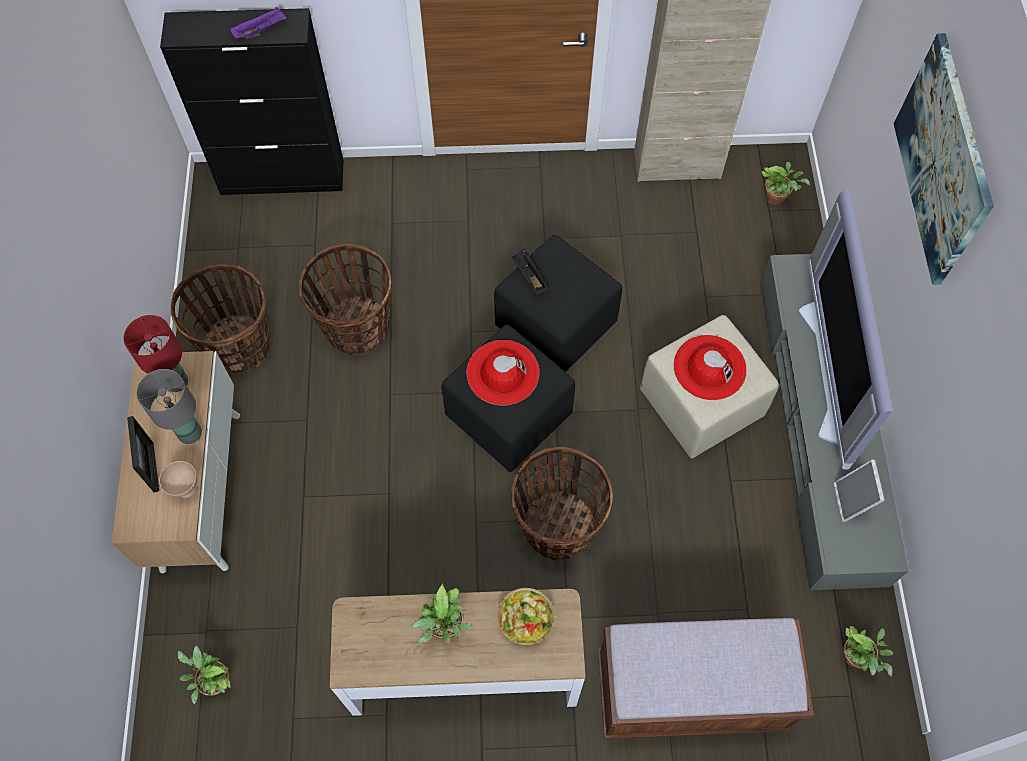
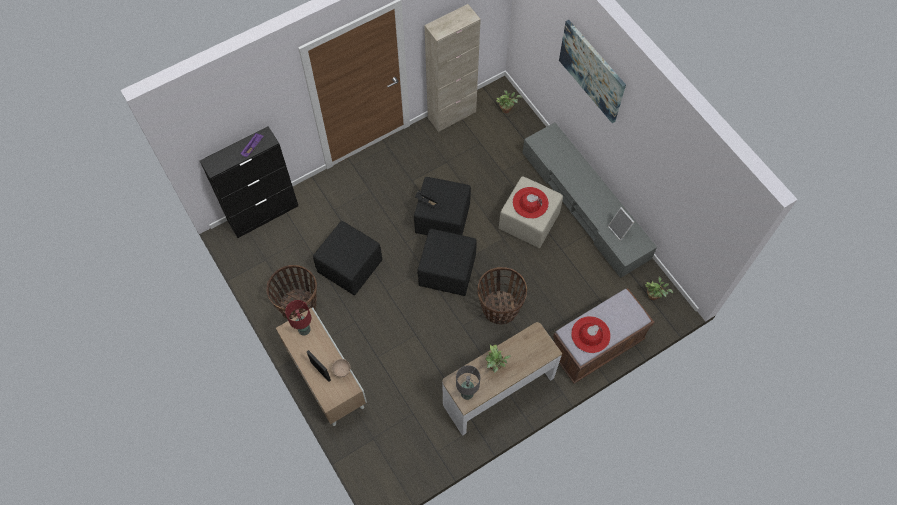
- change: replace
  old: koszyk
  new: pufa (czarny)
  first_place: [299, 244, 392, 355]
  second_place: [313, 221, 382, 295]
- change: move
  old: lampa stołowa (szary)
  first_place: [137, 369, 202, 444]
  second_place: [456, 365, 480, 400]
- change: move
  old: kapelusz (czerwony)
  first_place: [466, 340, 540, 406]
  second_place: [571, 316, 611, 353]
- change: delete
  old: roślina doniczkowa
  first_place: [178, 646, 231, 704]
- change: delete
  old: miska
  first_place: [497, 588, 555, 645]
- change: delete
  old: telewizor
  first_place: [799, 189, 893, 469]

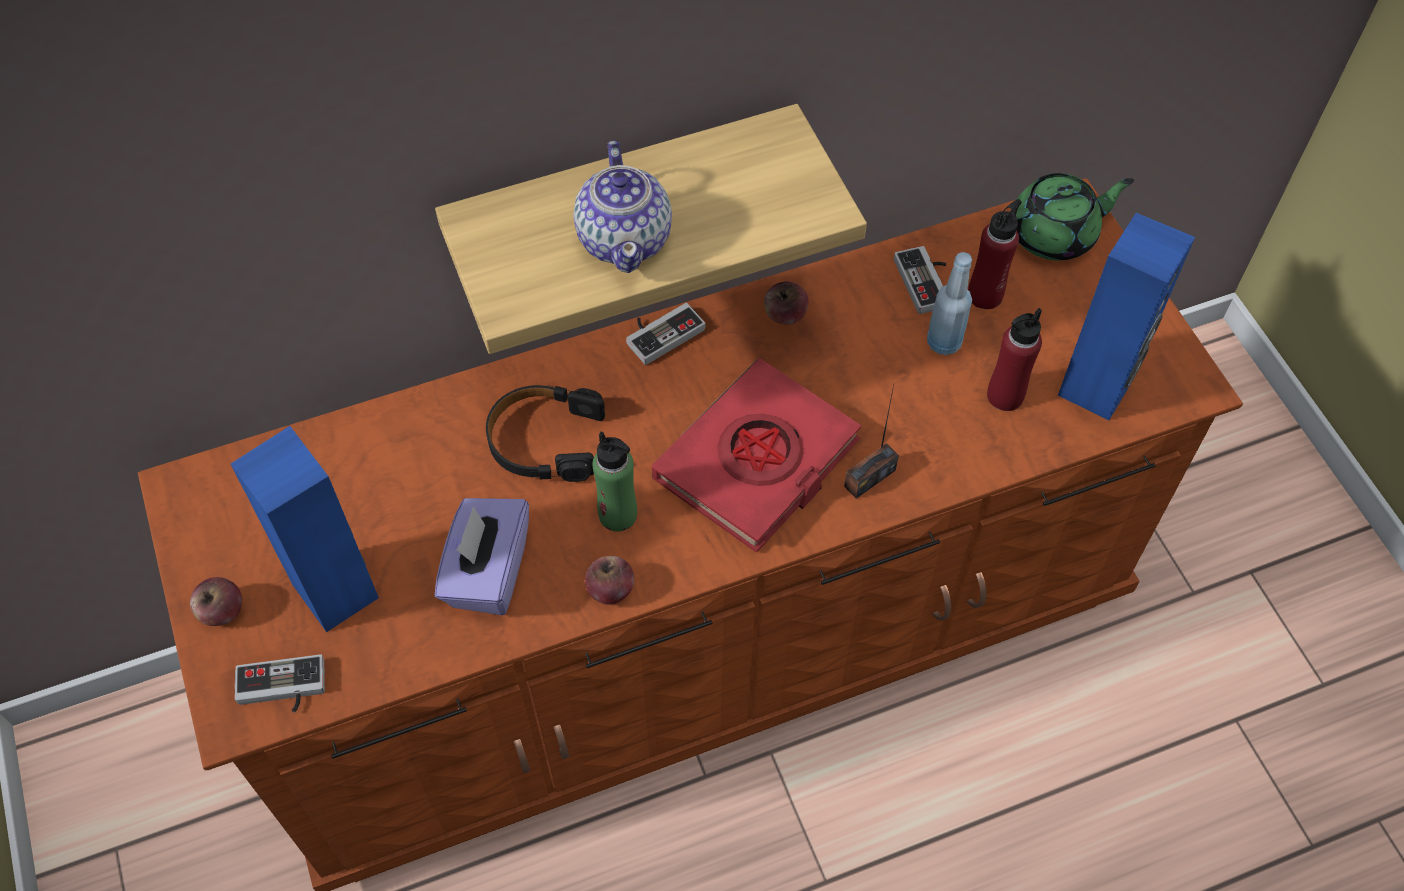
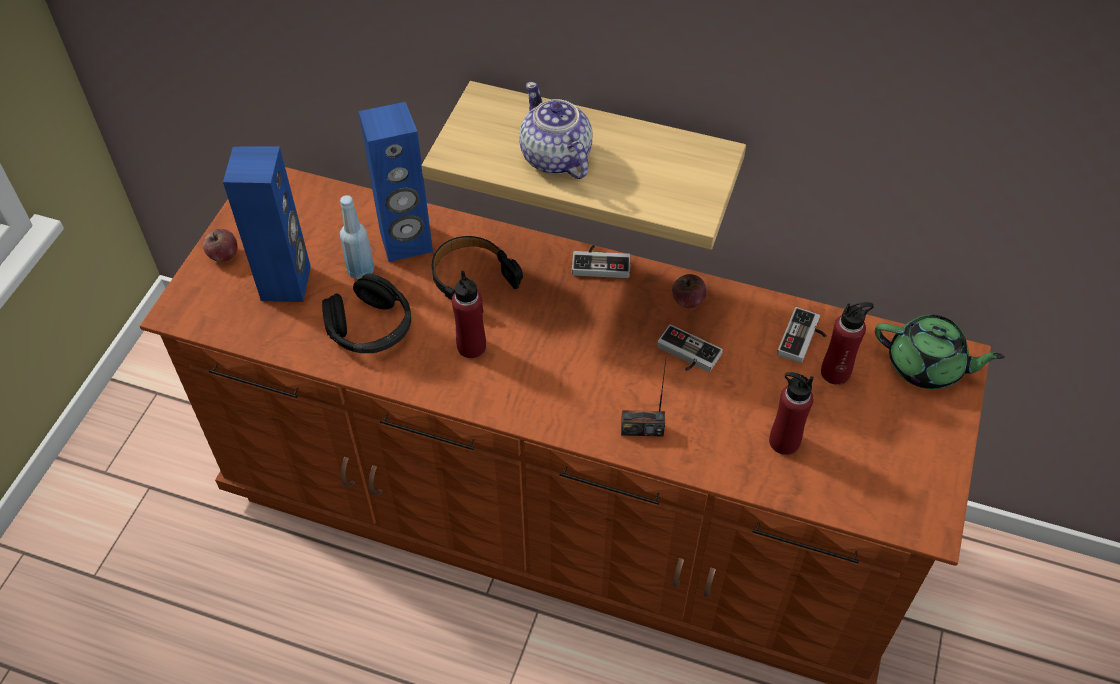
- change: replace
  old: pudełko chusteczek (fioletowy)
  new: słuchawki (czarny)
  first_place: [435, 498, 529, 615]
  second_place: [322, 274, 411, 353]
- change: move
  old: butelka (niebieski)
  first_place: [927, 252, 972, 355]
  second_place: [340, 195, 374, 280]
- change: move
  old: głośnik (niebieski)
  first_place: [1058, 213, 1195, 421]
  second_place: [358, 102, 433, 262]
- change: recolor
  old: butelka (zielony)
  new: butelka (czerwony)
  first_place: [592, 432, 637, 532]
  second_place: [452, 270, 486, 358]
- change: rotate
  old: imbryk
  first_place: [573, 141, 672, 273]
  second_place: [519, 82, 593, 179]
  degrees: 120
- change: move
  old: pad do gier
  first_place: [235, 654, 325, 713]
  second_place: [657, 324, 723, 372]
- change: delete
  old: jabłko
  first_place: [585, 556, 634, 605]
- change: delete
  old: książka (czerwony)
  first_place: [652, 358, 862, 553]

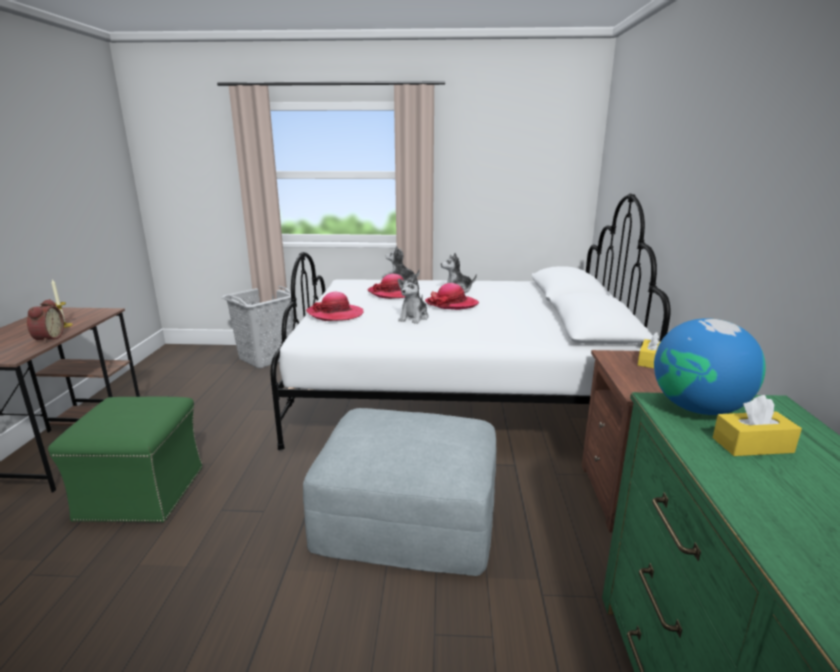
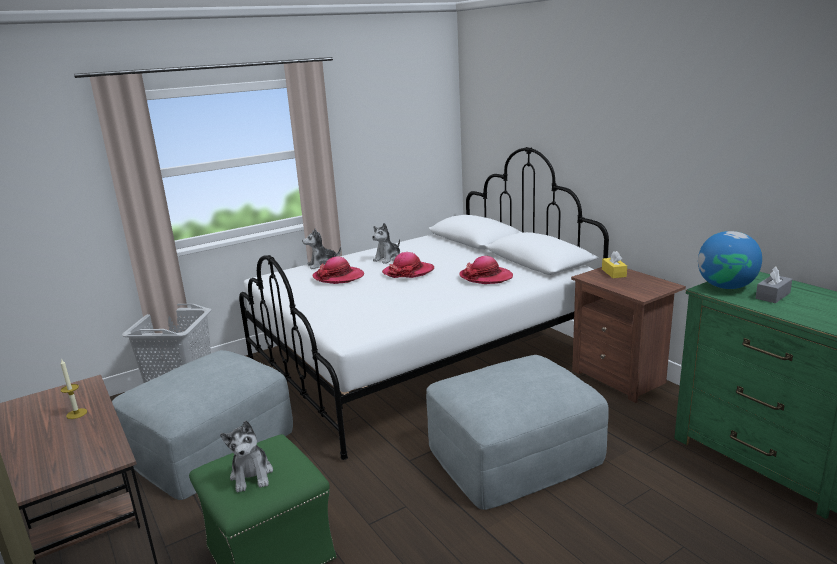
- change: insert
  new: pufa (szary)
  second_place: [112, 350, 293, 500]
- change: move
  old: pluszak
  first_place: [398, 274, 429, 324]
  second_place: [220, 421, 273, 493]
- change: move
  old: kapelusz
  first_place: [306, 292, 363, 321]
  second_place: [459, 256, 513, 284]
- change: recolor
  old: pudełko chusteczek (żółty)
  new: pudełko chusteczek (szary)
  first_place: [713, 395, 802, 456]
  second_place: [756, 266, 792, 303]
- change: delete
  old: budzik
  first_place: [27, 299, 64, 343]

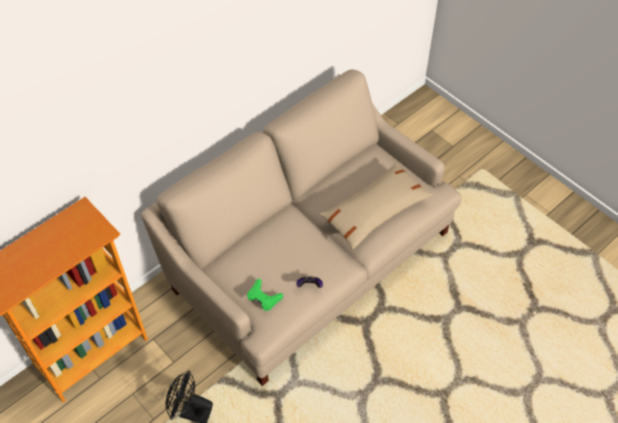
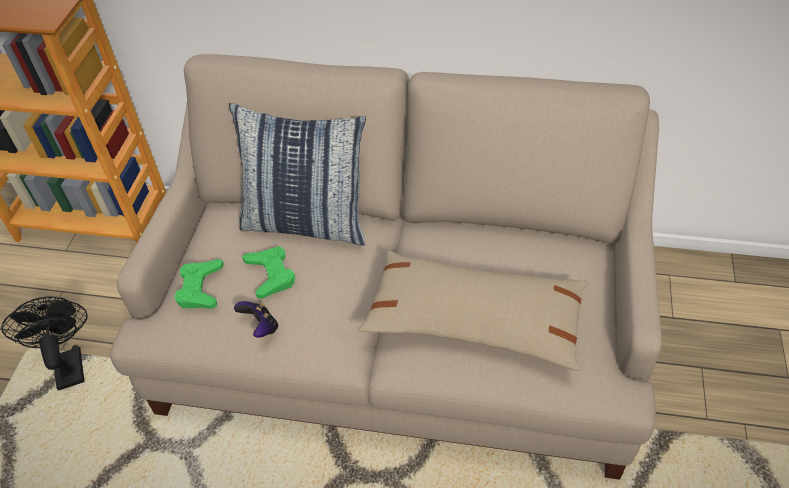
- change: insert
  new: poduszka
  second_place: [229, 103, 366, 246]
- change: insert
  new: pad do gier (zielony)
  second_place: [242, 246, 295, 299]

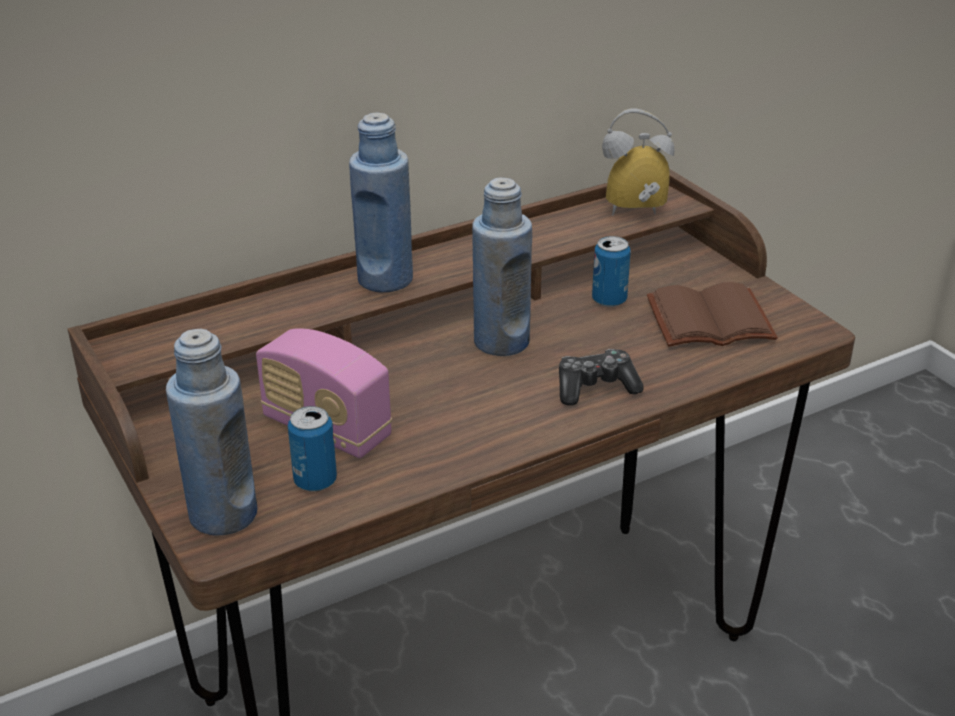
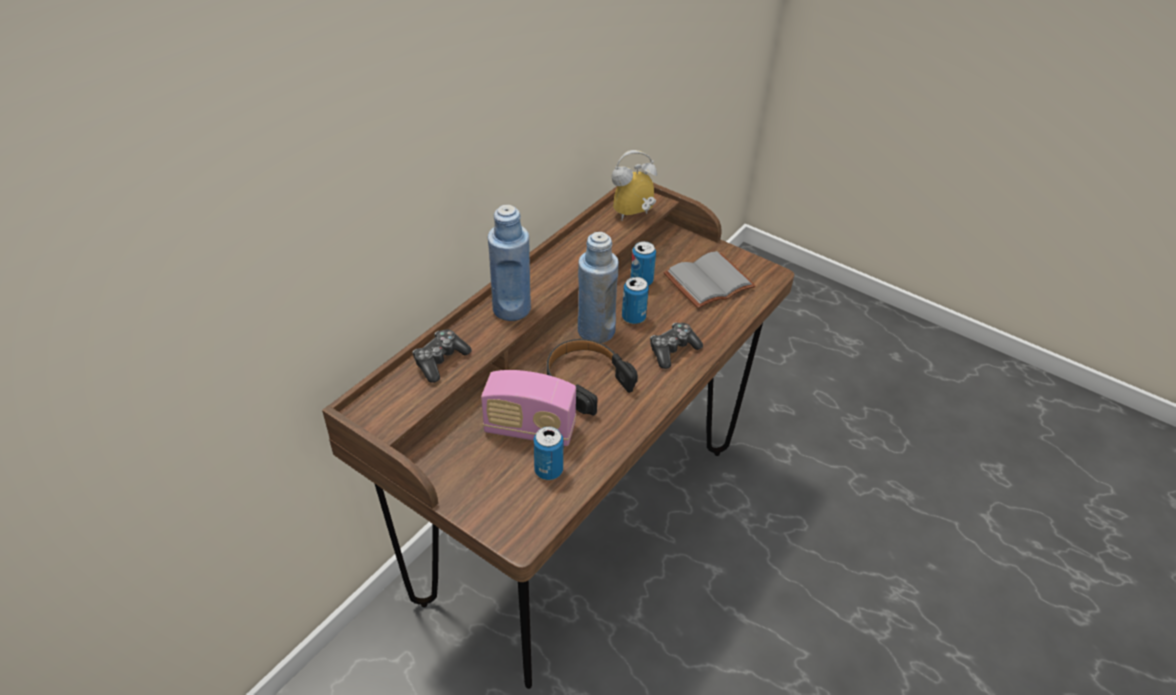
- change: insert
  new: pad do gier
  second_place: [412, 330, 472, 383]
- change: insert
  new: słuchawki (czarny)
  second_place: [547, 339, 638, 416]
- change: insert
  new: puszka
  second_place: [622, 277, 649, 324]
- change: recolor
  old: książka (brązowy)
  new: książka (szary)
  first_place: [647, 282, 778, 347]
  second_place: [664, 251, 756, 309]
- change: delete
  old: butelka (niebieski)
  first_place: [166, 329, 258, 536]

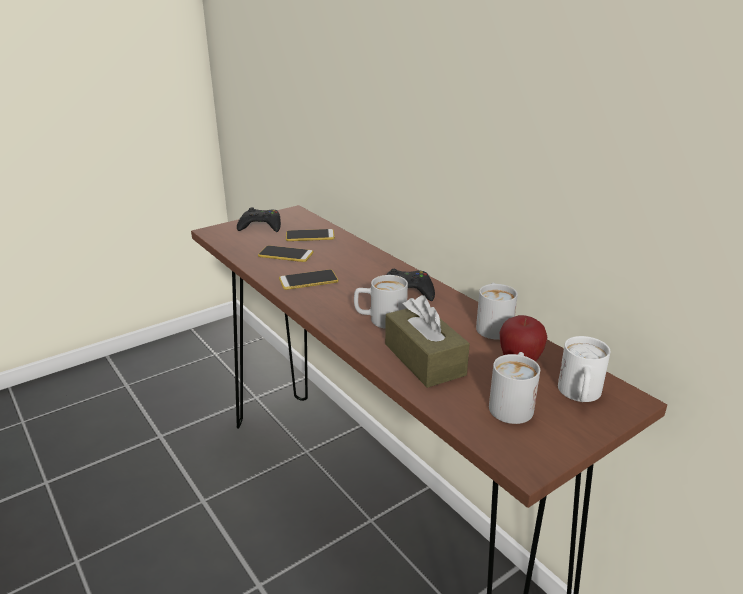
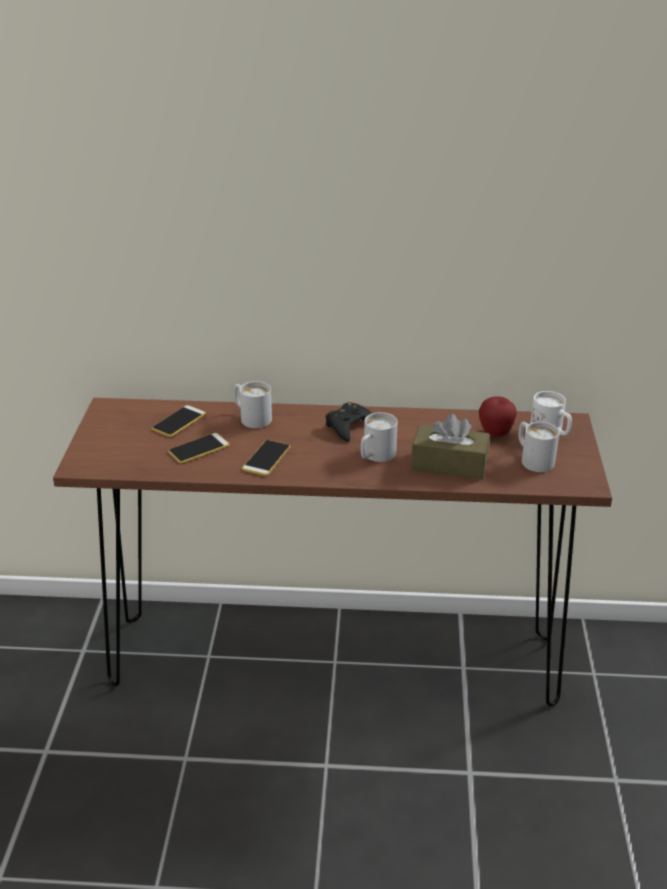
- change: move
  old: kubek (biały)
  first_place: [476, 283, 518, 339]
  second_place: [234, 381, 272, 428]
- change: delete
  old: pad do gier (czarny)
  first_place: [237, 208, 281, 232]

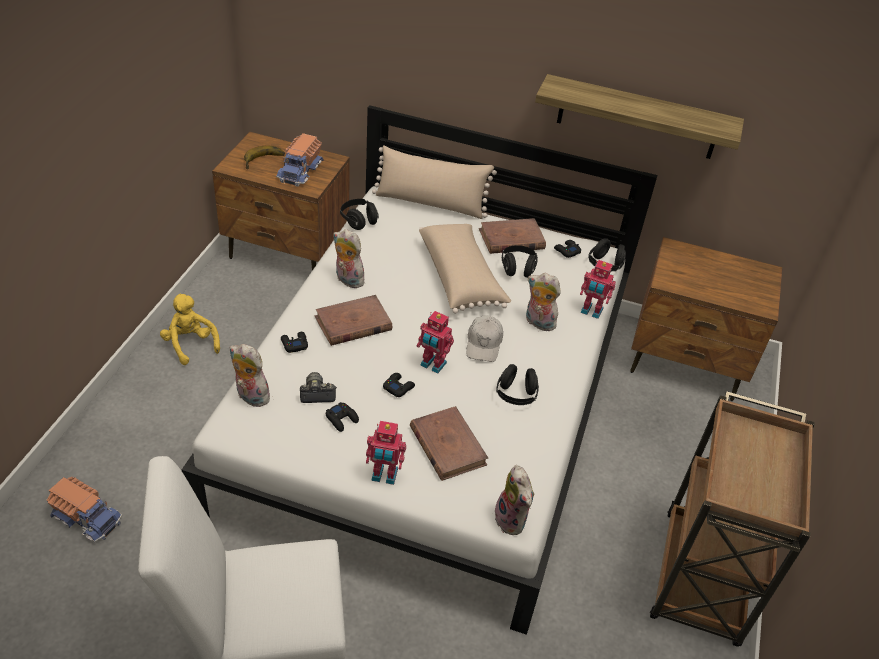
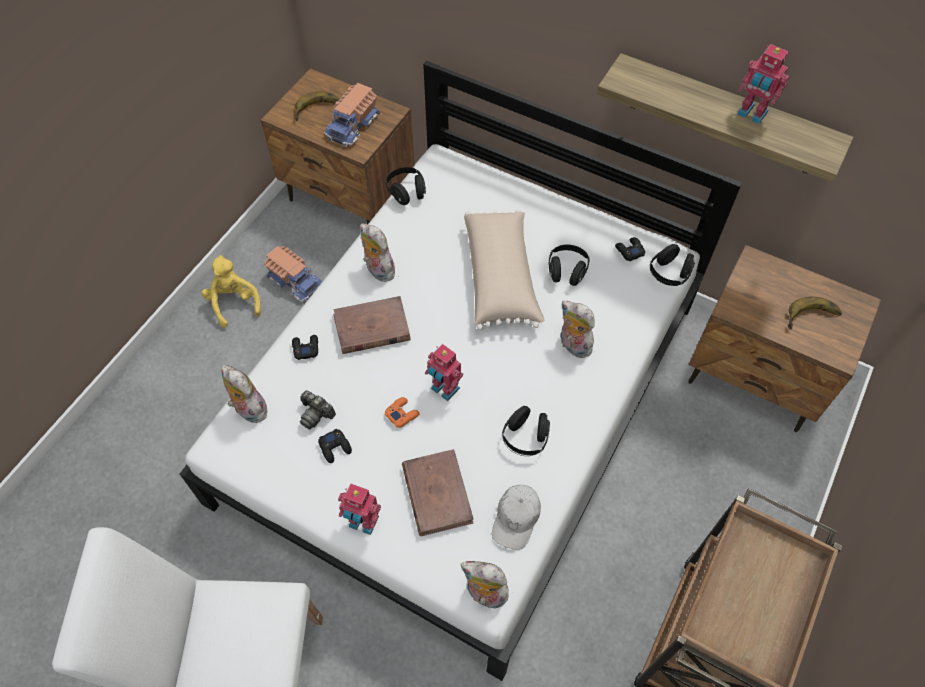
- change: move
  old: ciężarówka zabawkowa
  first_place: [47, 477, 122, 542]
  second_place: [264, 246, 323, 302]
- change: rotate
  old: aparat fotograficzny
  first_place: [300, 372, 337, 403]
  second_place: [300, 390, 336, 429]
  degrees: -150
- change: recolor
  old: pad do gier (czarny)
  new: pad do gier (pomarańczowy)
  first_place: [383, 373, 415, 397]
  second_place: [385, 397, 420, 428]
- change: rotate
  old: pluszak
  first_place: [495, 465, 534, 535]
  second_place: [461, 561, 511, 608]
  degrees: 120
- change: move
  old: czapka z daszkiem (biały)
  first_place: [466, 316, 503, 362]
  second_place: [492, 485, 541, 550]
- change: move
  old: robot zabawkowy
  first_place: [580, 260, 616, 319]
  second_place: [737, 44, 789, 124]
- change: insert
  new: banan
  second_place: [788, 297, 842, 330]
- change: delete
  old: poduszka (beżowy)
  first_place: [372, 145, 497, 219]
- change: delete
  old: książka (brązowy)
  first_place: [479, 218, 546, 254]

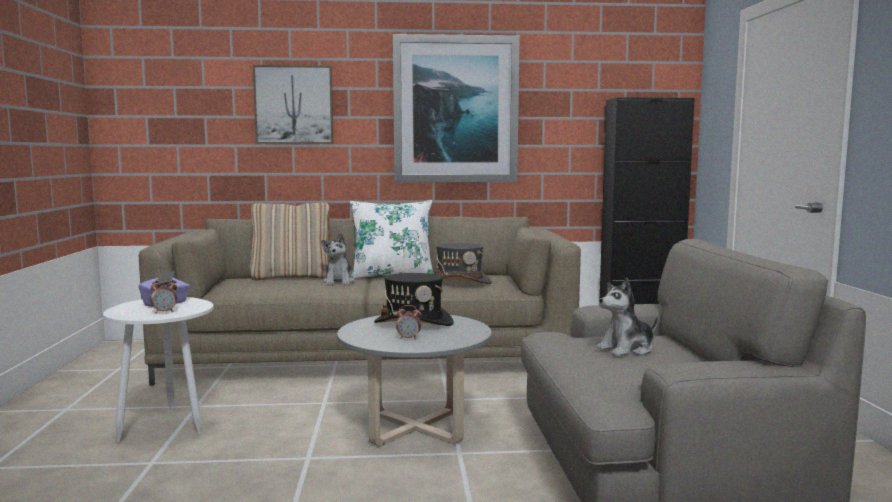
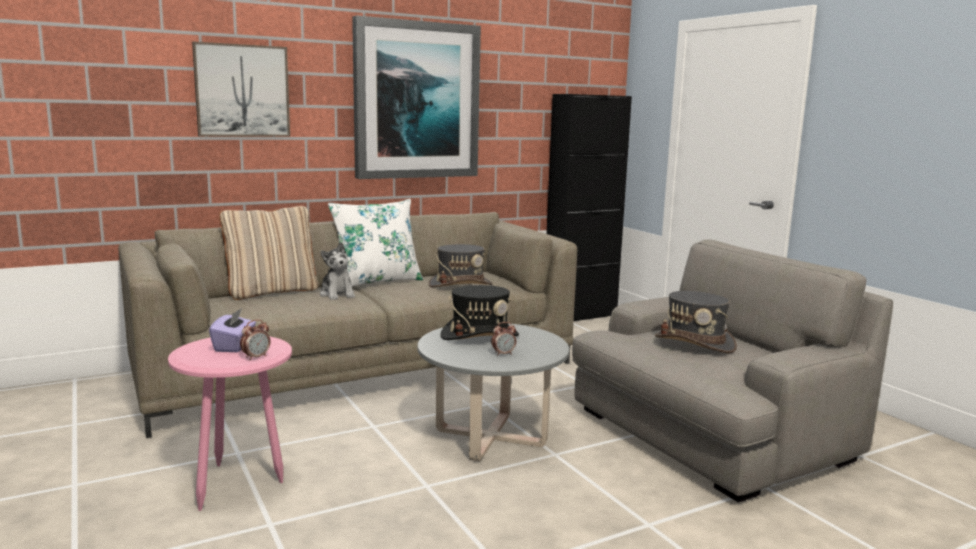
- change: recolor
  old: stolik (biały)
  new: stolik (różowy)
  first_place: [103, 297, 214, 443]
  second_place: [168, 336, 292, 511]
- change: replace
  old: pluszak
  new: kapelusz (szary)
  first_place: [596, 278, 658, 356]
  second_place: [655, 291, 737, 353]

